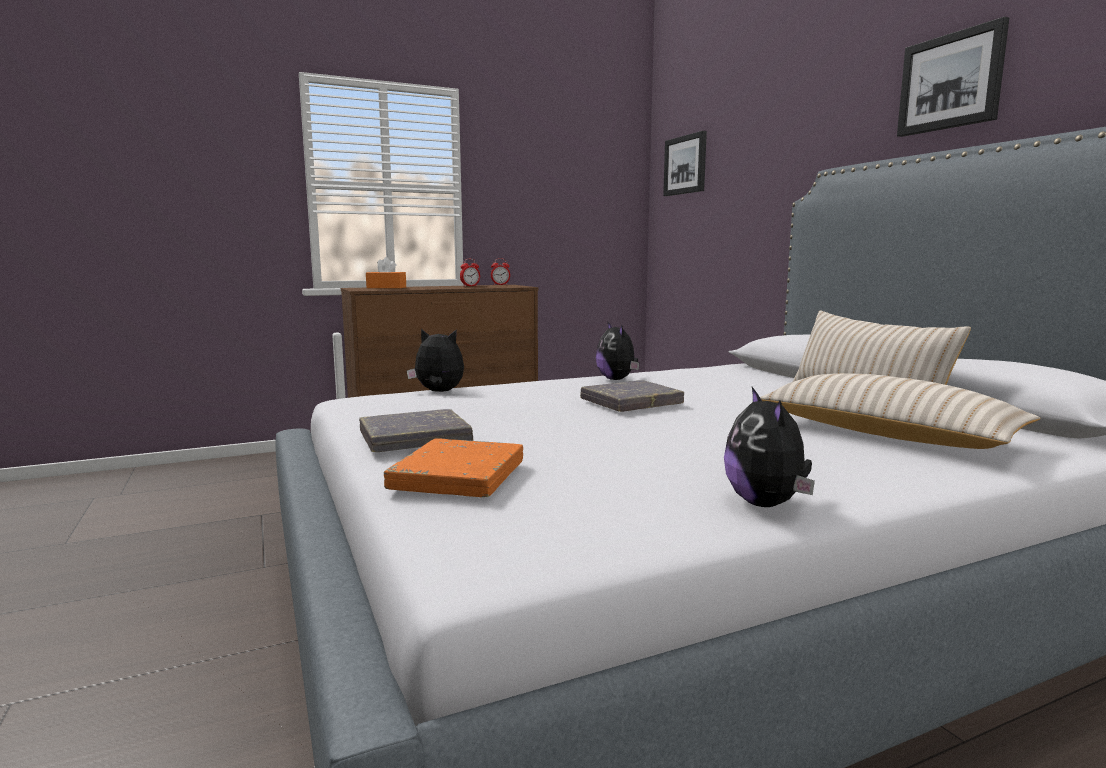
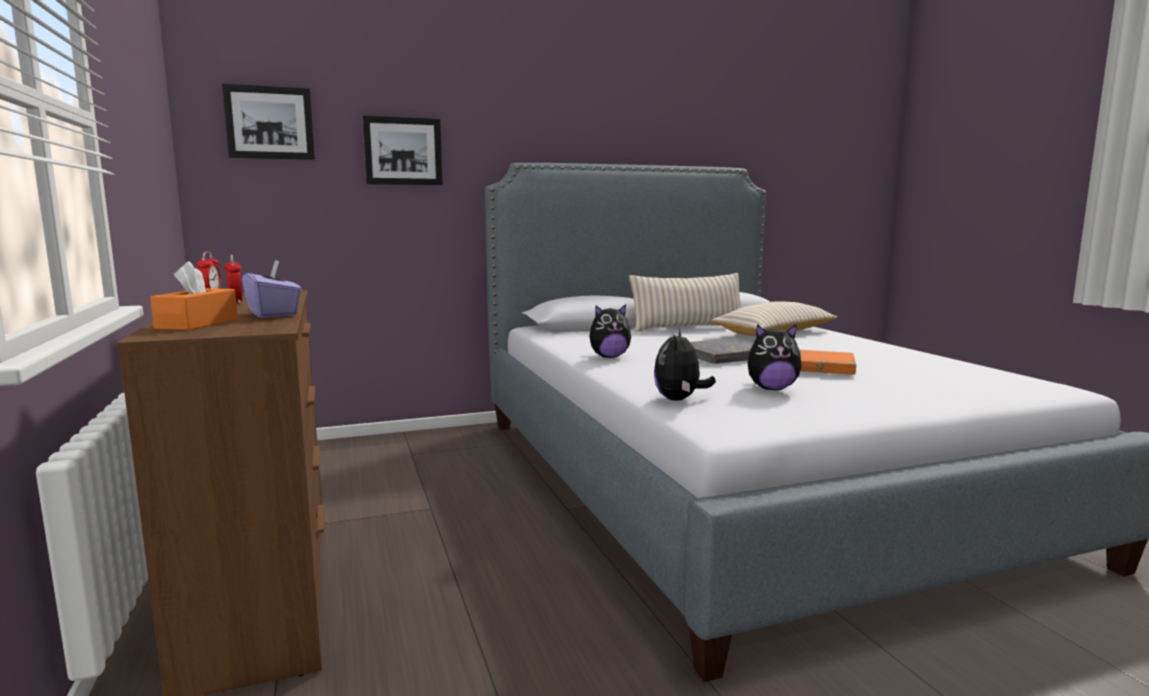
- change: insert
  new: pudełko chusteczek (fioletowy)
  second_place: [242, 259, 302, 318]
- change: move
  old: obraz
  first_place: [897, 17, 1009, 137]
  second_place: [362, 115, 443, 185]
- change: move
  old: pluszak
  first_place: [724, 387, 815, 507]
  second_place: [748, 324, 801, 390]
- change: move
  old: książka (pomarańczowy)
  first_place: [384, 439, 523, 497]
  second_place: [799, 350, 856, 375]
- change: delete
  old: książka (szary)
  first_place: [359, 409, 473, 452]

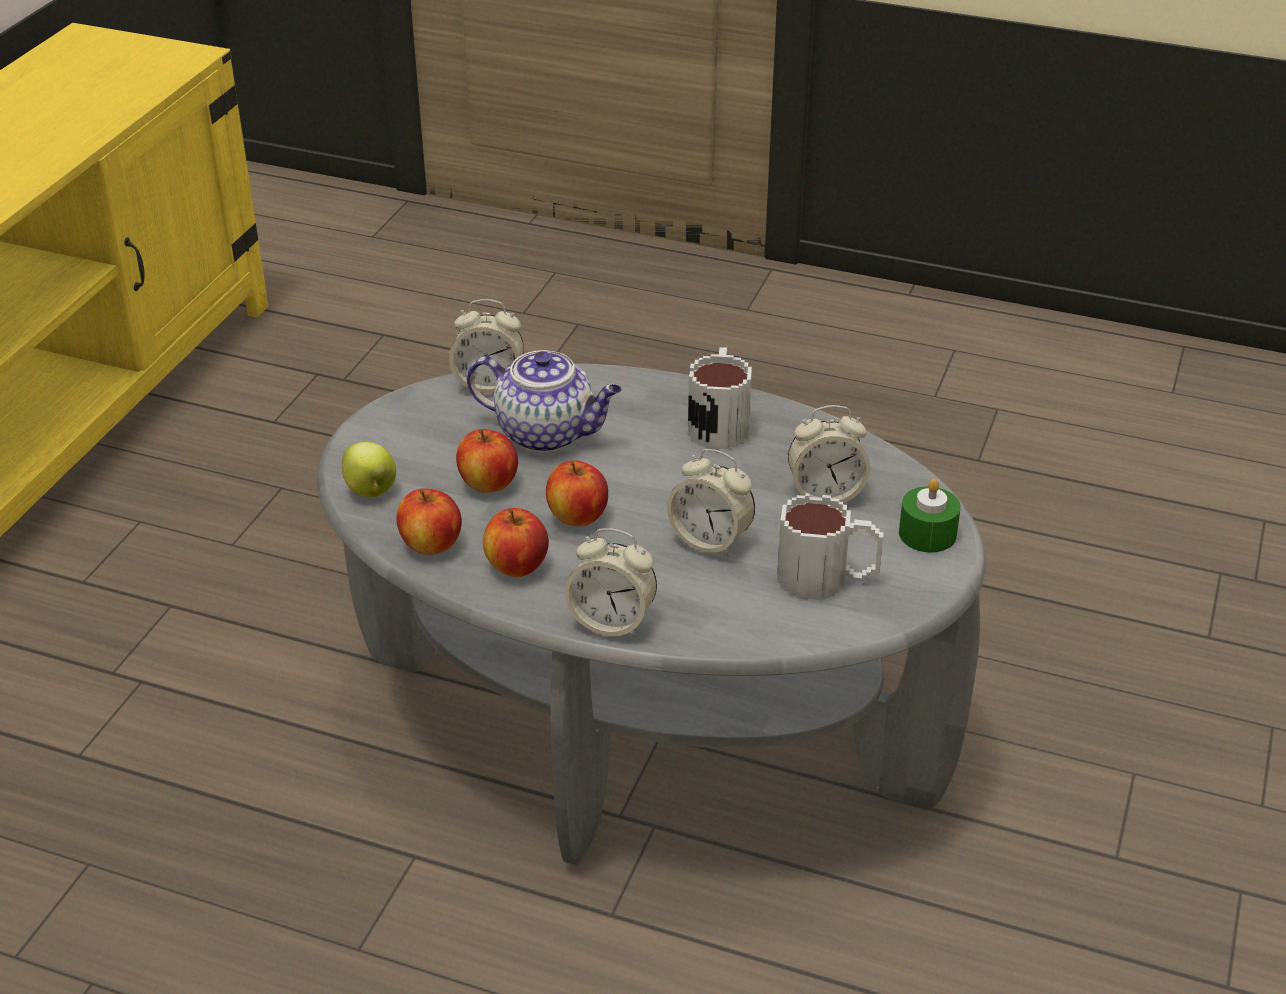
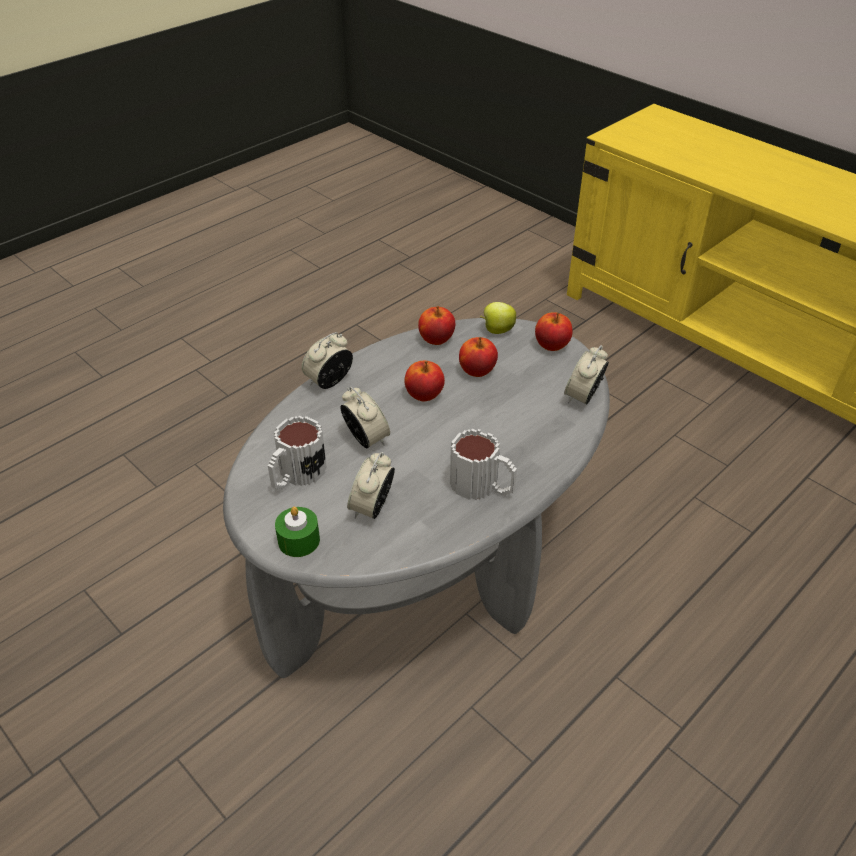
- change: rotate
  old: budzik
  first_place: [667, 449, 755, 557]
  second_place: [340, 387, 390, 448]
  degrees: 90
- change: move
  old: jabłko
  first_place: [483, 508, 549, 577]
  second_place: [535, 312, 573, 351]
- change: delete
  old: imbryk
  first_place: [467, 350, 622, 452]

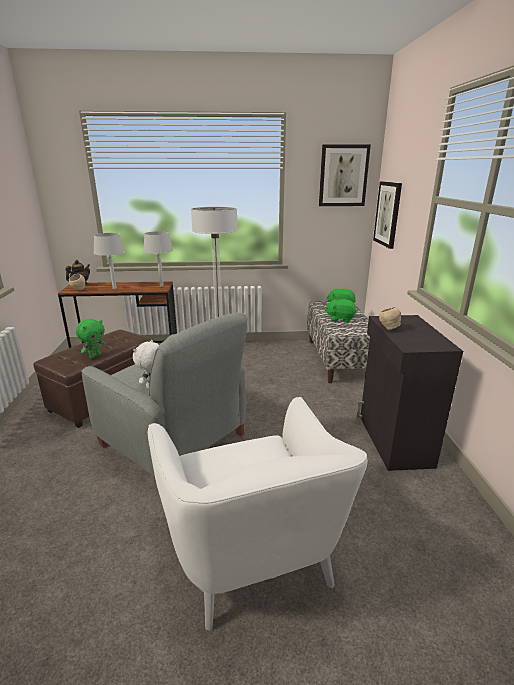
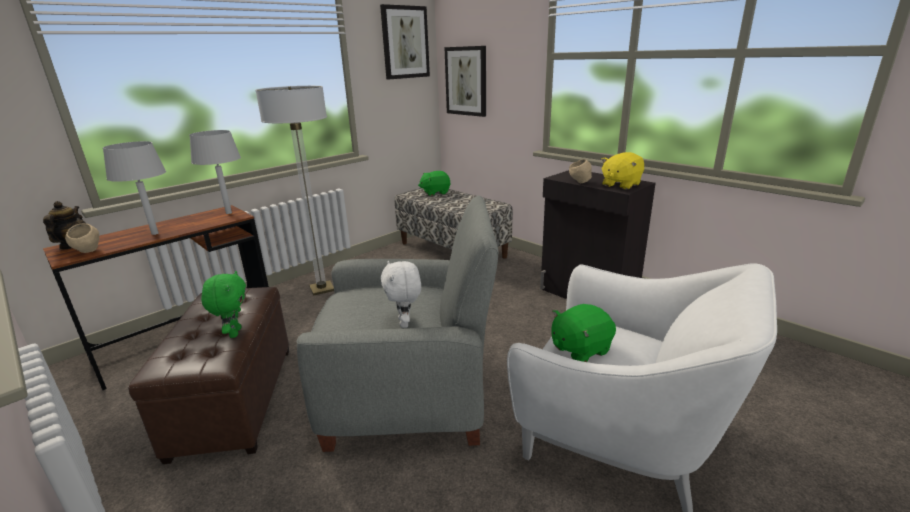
- change: move
  old: pluszak (zielony)
  first_place: [324, 299, 356, 323]
  second_place: [551, 304, 616, 362]
- change: insert
  new: pluszak (żółty)
  second_place: [601, 152, 644, 190]

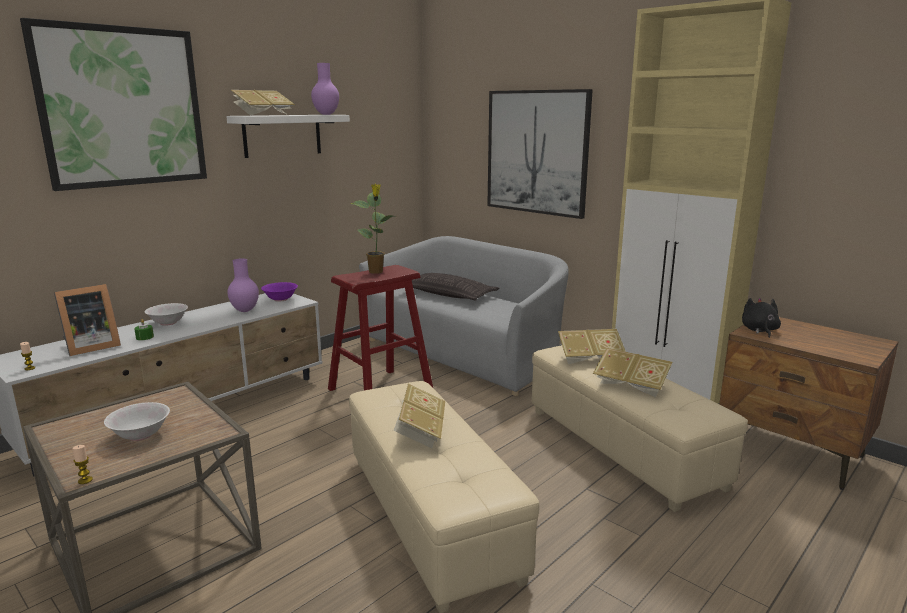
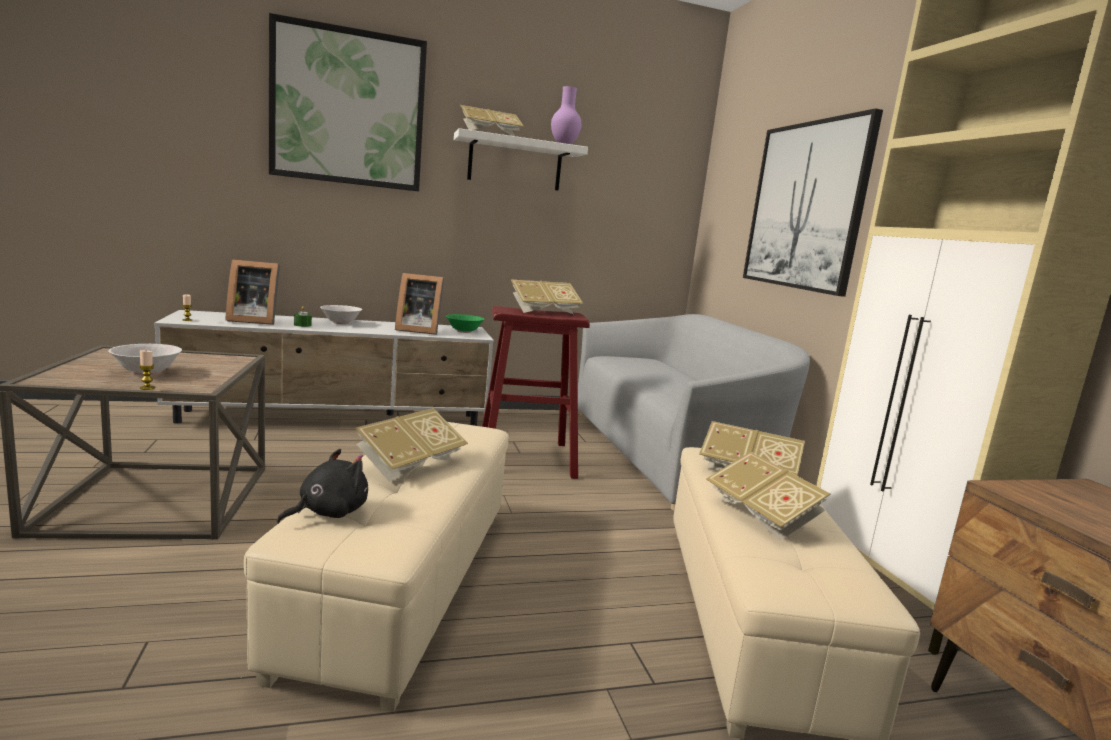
- change: move
  old: świeca
  first_place: [72, 445, 93, 484]
  second_place: [139, 350, 155, 390]
- change: move
  old: pluszak (czarny)
  first_place: [742, 298, 781, 338]
  second_place: [277, 449, 368, 524]
- change: replace
  old: wazon (fioletowy)
  new: ramka na zdjęcie
  first_place: [227, 258, 259, 312]
  second_place: [395, 273, 444, 335]
- change: recolor
  old: miska (fioletowy)
  new: miska (zielony)
  first_place: [261, 282, 298, 302]
  second_place: [446, 314, 485, 333]
- change: replace
  old: roślina doniczkowa
  new: książka
  first_place: [351, 184, 396, 274]
  second_place: [511, 280, 584, 315]
- change: delete
  old: poduszka
  first_place: [412, 273, 499, 301]

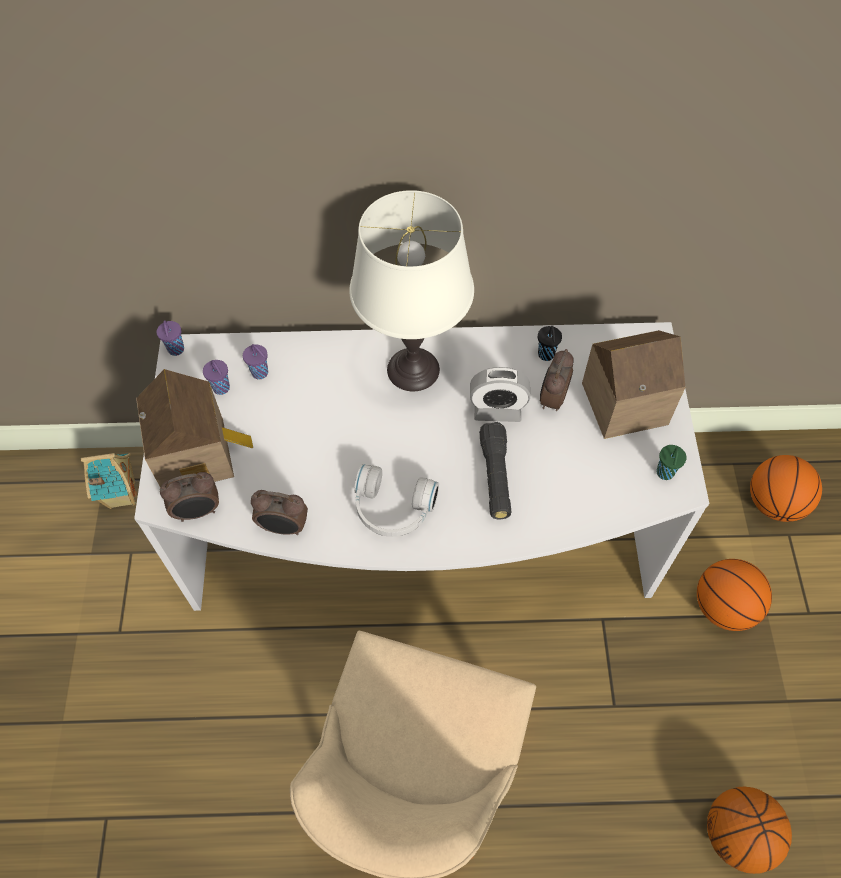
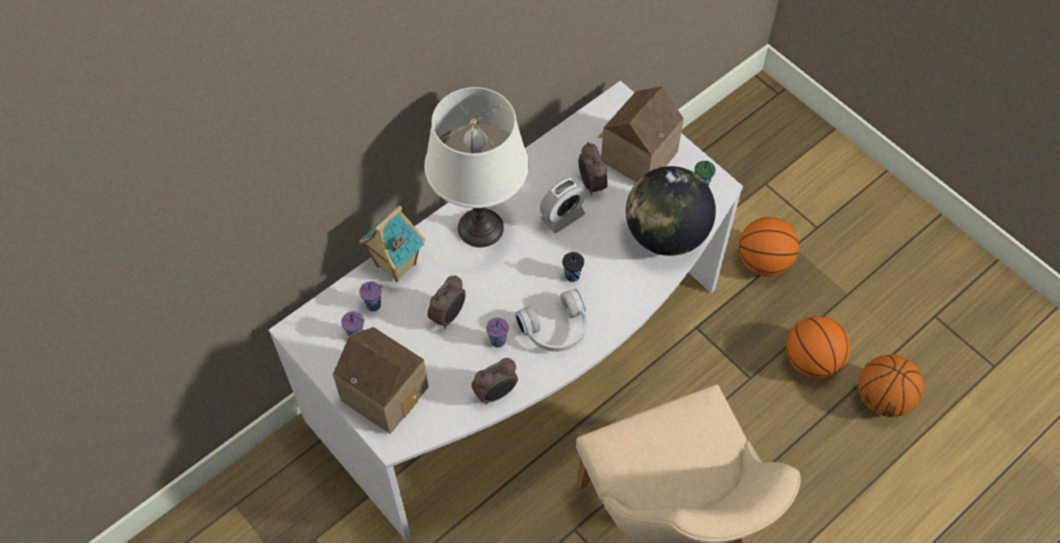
- change: move
  old: domek
  first_place: [81, 453, 137, 509]
  second_place: [359, 206, 425, 282]
- change: move
  old: budzik
  first_place: [160, 472, 219, 522]
  second_place: [428, 275, 466, 329]
- change: move
  old: filiżanka (fioletowy)
  first_place: [157, 320, 184, 356]
  second_place: [486, 318, 509, 348]
- change: move
  old: filiżanka (czarny)
  first_place: [538, 326, 562, 361]
  second_place: [562, 252, 584, 282]
- change: insert
  new: globus
  second_place: [626, 166, 716, 256]
- change: move
  old: piłka do koszykówki
  first_place: [750, 455, 822, 522]
  second_place: [786, 316, 850, 379]
- change: delete
  old: latarka (czarny)
  first_place: [479, 422, 512, 519]

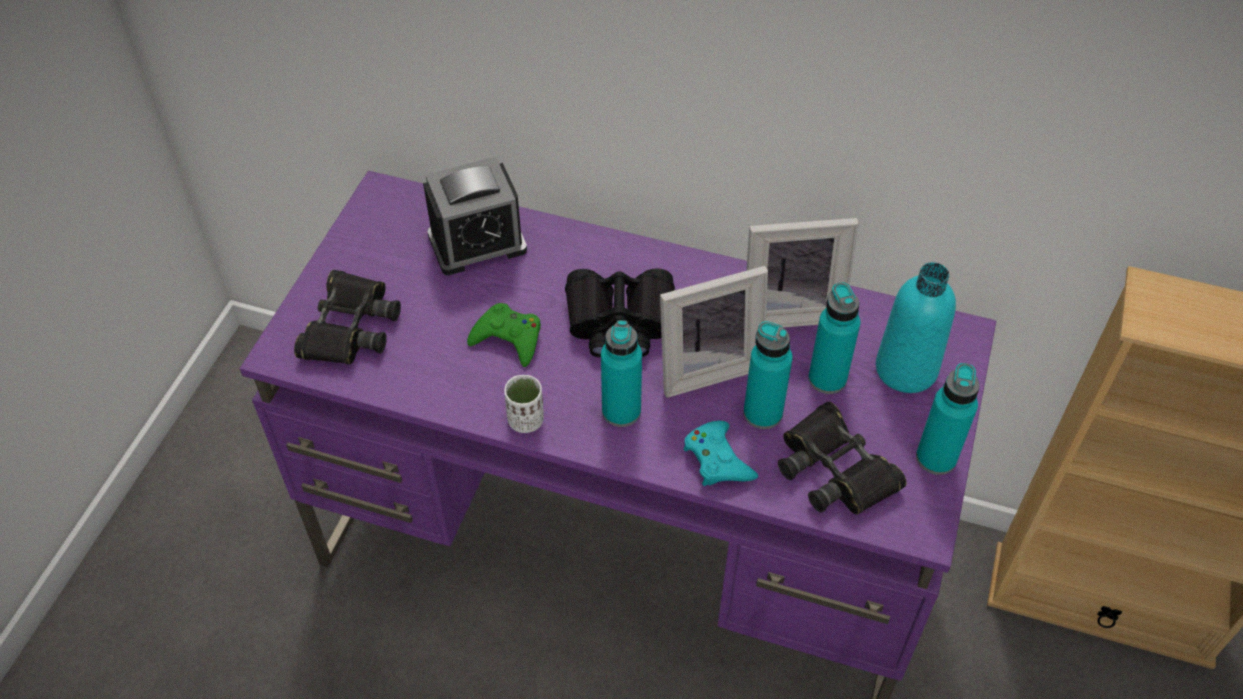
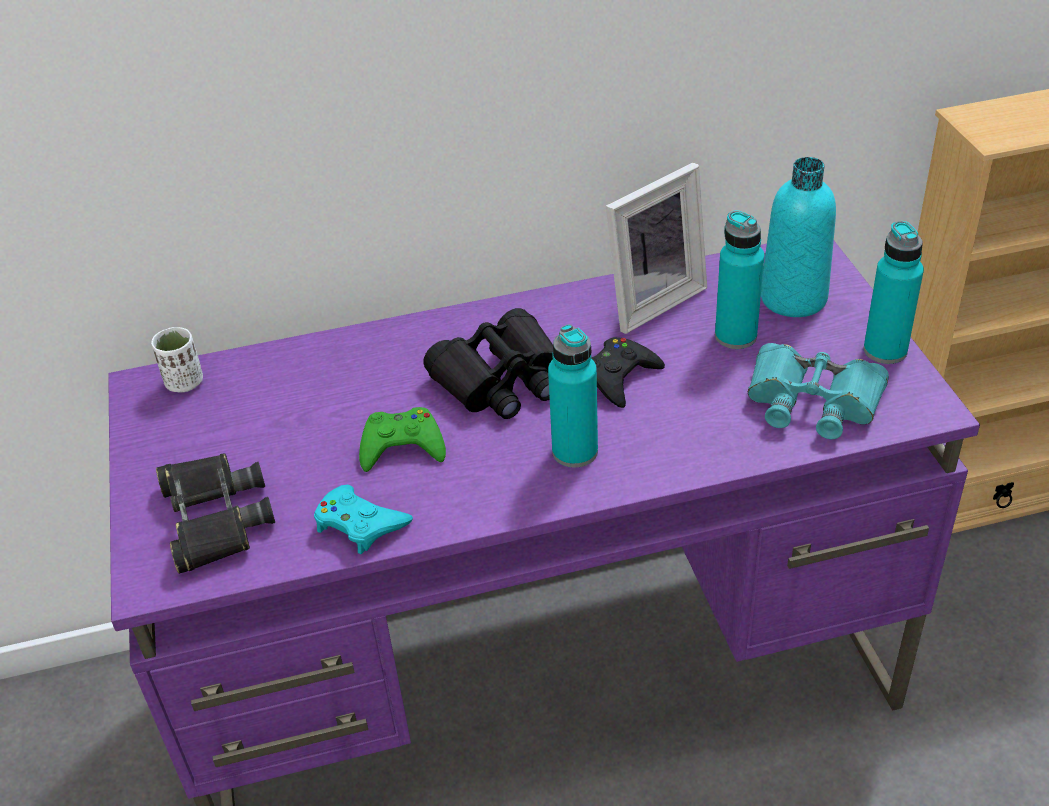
- change: move
  old: filiżanka (biały)
  first_place: [504, 375, 544, 433]
  second_place: [151, 327, 203, 392]
- change: move
  old: pad do gier (turkusowy)
  first_place: [684, 421, 758, 486]
  second_place: [314, 485, 413, 554]
- change: replace
  old: ramka na zdjęcie
  new: pad do gier (czarny)
  first_place: [660, 266, 768, 398]
  second_place: [591, 337, 665, 408]
- change: recolor
  old: lornetka (czarny)
  new: lornetka (turkusowy)
  first_place: [778, 402, 906, 515]
  second_place: [748, 343, 889, 439]
- change: delete
  old: budzik
  first_place: [423, 157, 527, 275]
- change: delete
  old: butelka (turkusowy)
  first_place: [743, 321, 793, 429]

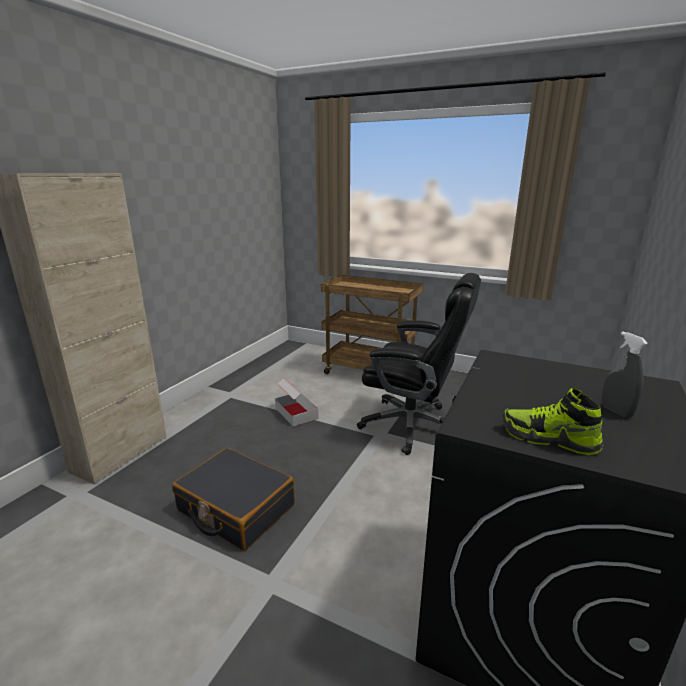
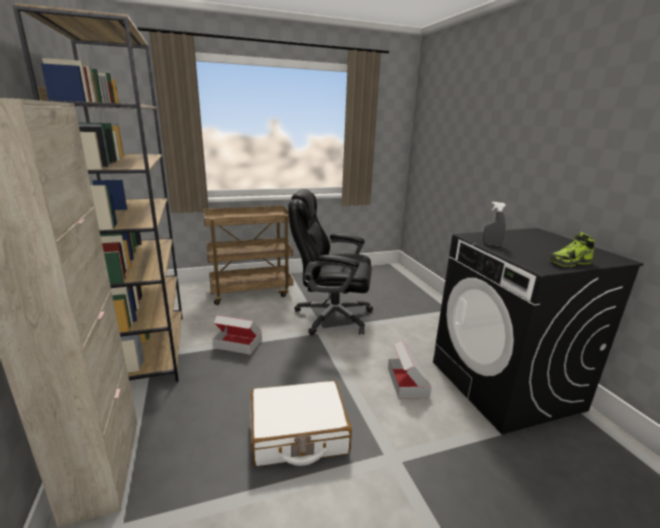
- change: insert
  new: regał (brązowy)
  second_place: [13, 3, 183, 382]
- change: recolor
  old: walizka (czarny)
  new: walizka (biały)
  first_place: [172, 448, 295, 551]
  second_place: [250, 380, 352, 467]
- change: rotate
  old: krzesło biurowe (czarny)
  first_place: [357, 273, 481, 455]
  second_place: [288, 189, 373, 335]
  degrees: -150
- change: insert
  new: karton
  second_place: [388, 340, 432, 399]
- change: move
  old: spryskiwacz (szary)
  first_place: [601, 332, 648, 418]
  second_place: [483, 202, 506, 246]

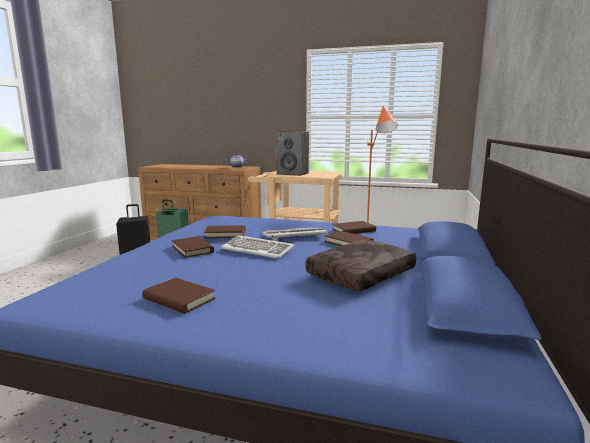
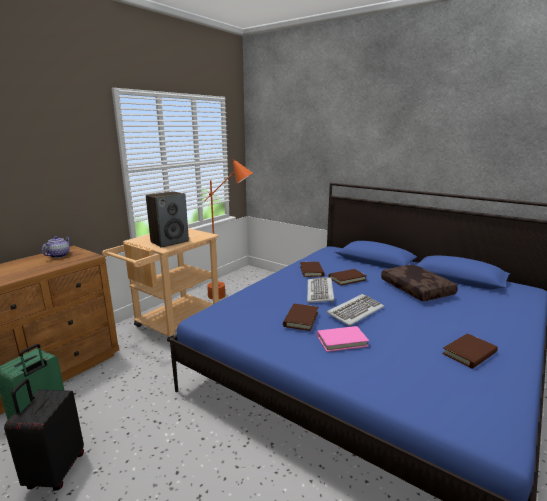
- change: recolor
  old: książka (brązowy)
  new: książka (różowy)
  first_place: [172, 236, 214, 258]
  second_place: [317, 326, 369, 352]

